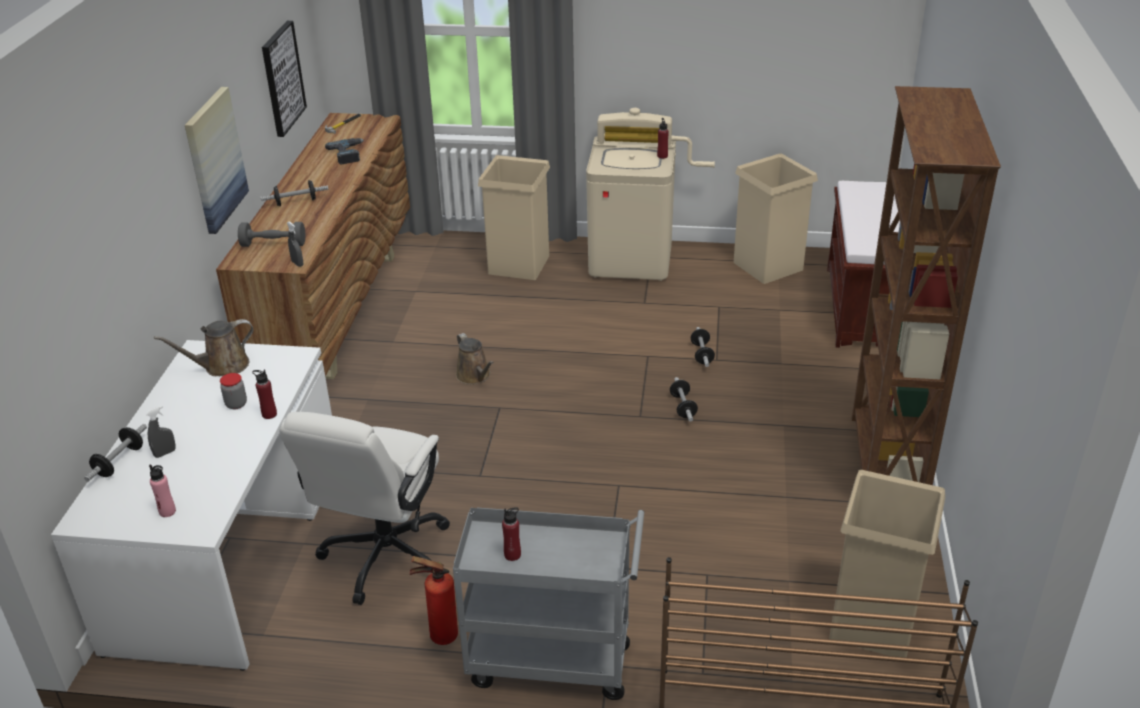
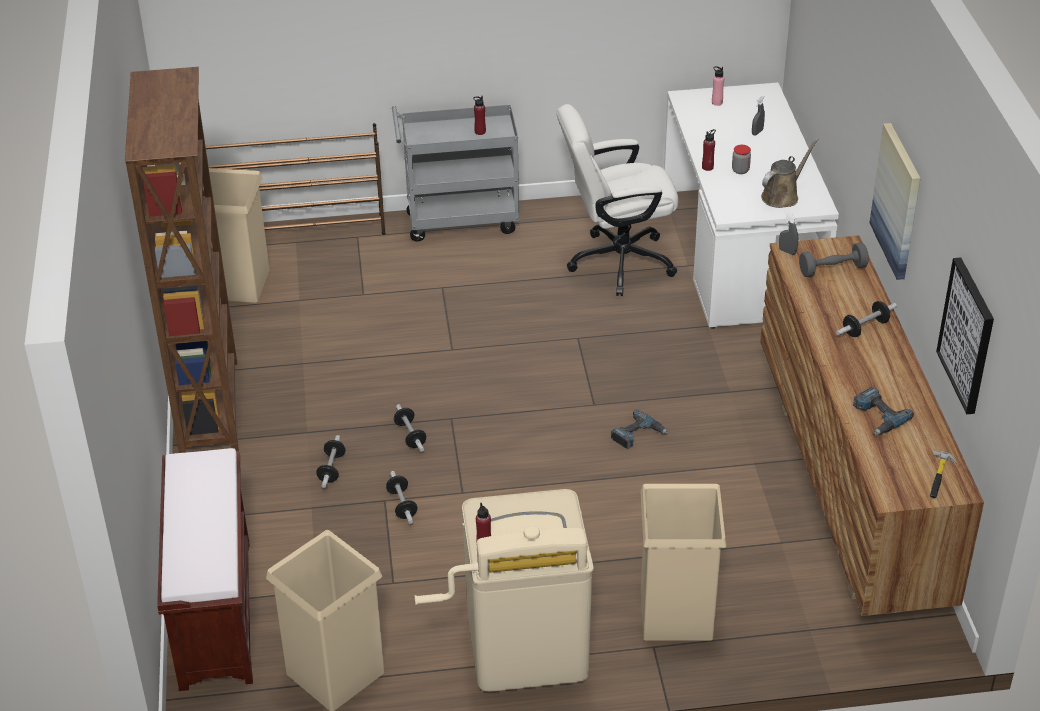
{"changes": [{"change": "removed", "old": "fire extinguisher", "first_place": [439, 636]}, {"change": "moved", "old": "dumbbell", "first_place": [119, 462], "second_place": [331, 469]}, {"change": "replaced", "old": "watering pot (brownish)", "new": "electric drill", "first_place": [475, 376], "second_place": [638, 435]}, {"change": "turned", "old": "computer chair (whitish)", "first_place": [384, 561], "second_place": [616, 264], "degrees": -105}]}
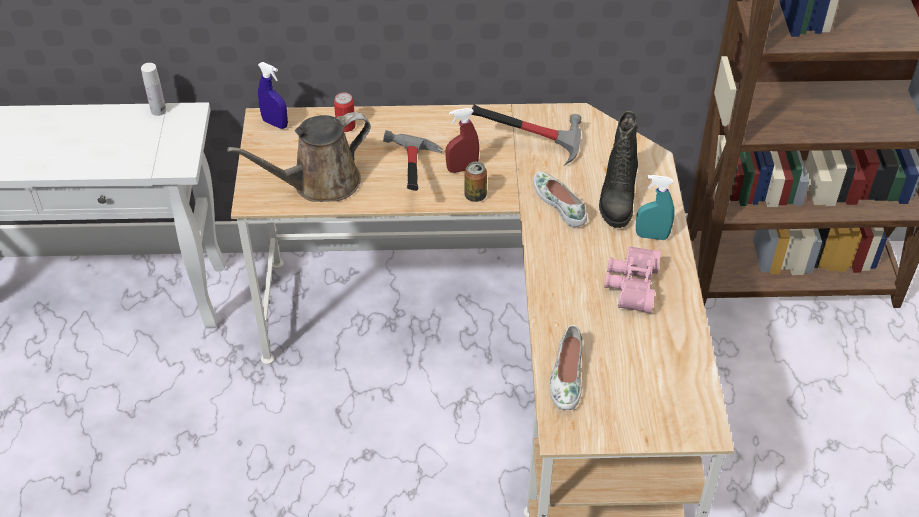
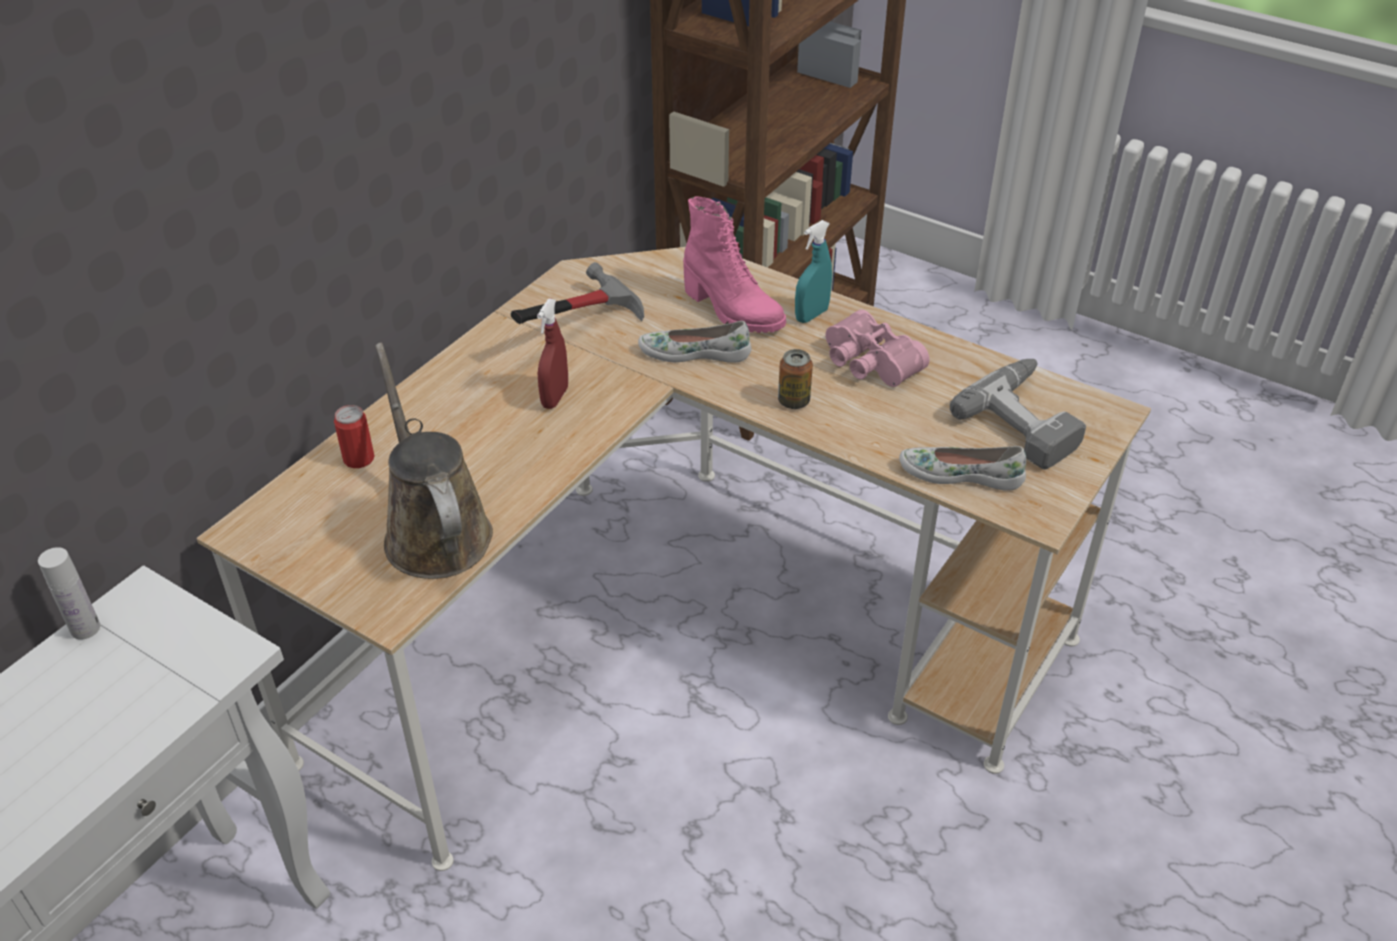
{"changes": [{"change": "removed", "old": "spray bottle (blue-coloured)", "first_place": [275, 123]}, {"change": "removed", "old": "tool hammer", "first_place": [409, 175]}, {"change": "added", "new": "electric drill", "second_place": [1029, 420]}, {"change": "moved", "old": "metal can", "first_place": [475, 195], "second_place": [793, 401]}, {"change": "recoloured", "old": "high-top boot (blackish)", "new": "high-top boot (pink)", "first_place": [616, 198], "second_place": [732, 311]}, {"change": "turned", "old": "watering pot (brownish)", "first_place": [320, 183], "second_place": [434, 531], "degrees": 150}, {"change": "turned", "old": "shoe (whitish)", "first_place": [566, 377], "second_place": [960, 474], "degrees": 150}]}
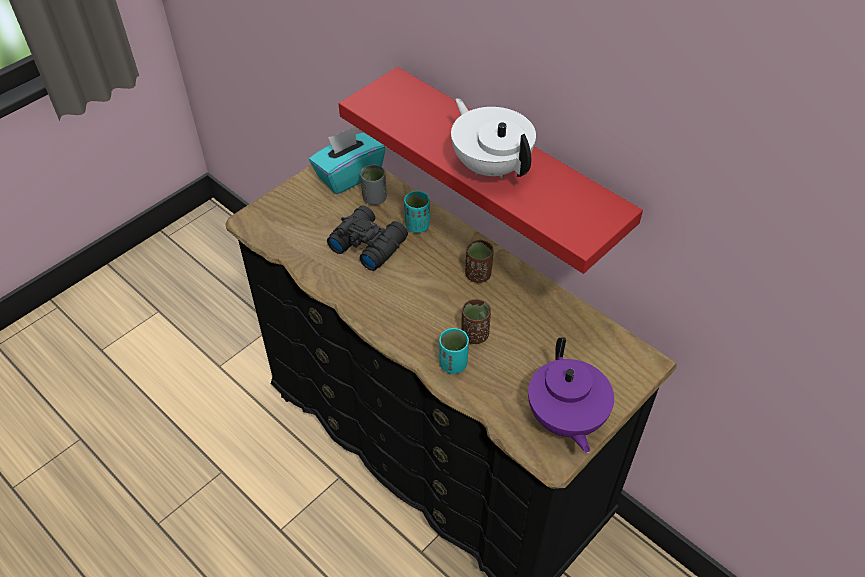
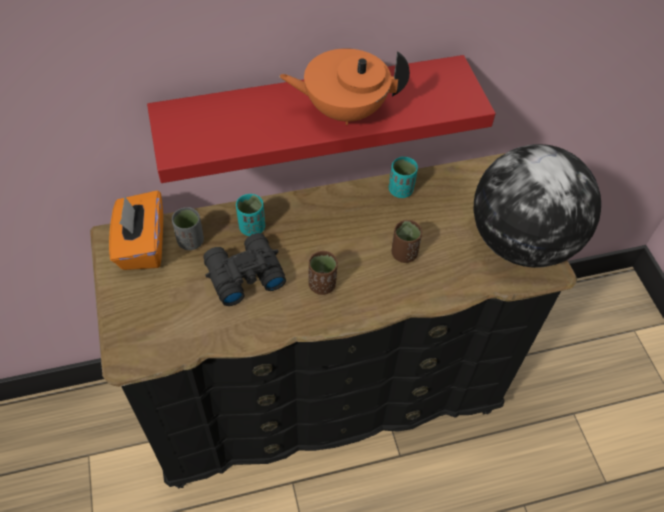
{"changes": [{"change": "moved", "old": "cup (blue-green)", "first_place": [453, 364], "second_place": [400, 190]}, {"change": "moved", "old": "cup (brownish)", "first_place": [478, 275], "second_place": [322, 285]}, {"change": "replaced", "old": "pot for tea (purple)", "new": "world globe", "first_place": [565, 419], "second_place": [521, 243]}, {"change": "recoloured", "old": "tissue holder (blue-green)", "new": "tissue holder (orange)", "first_place": [348, 175], "second_place": [142, 245]}, {"change": "recoloured", "old": "pot for tea (whitish)", "new": "pot for tea (orange)", "first_place": [491, 165], "second_place": [344, 110]}]}
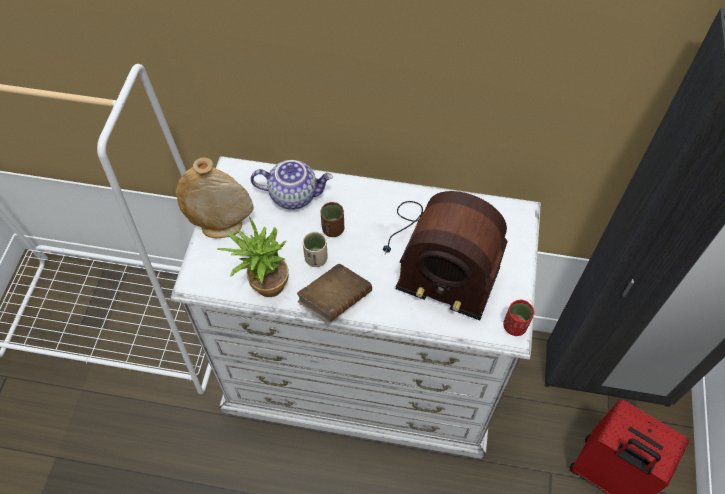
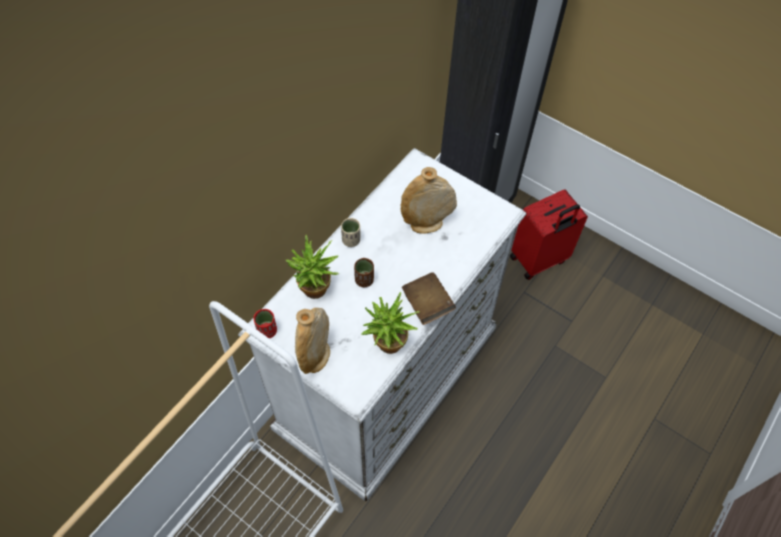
{"changes": [{"change": "moved", "old": "cup (beige-coloured)", "first_place": [316, 258], "second_place": [351, 240]}, {"change": "moved", "old": "cup (red)", "first_place": [515, 326], "second_place": [267, 331]}, {"change": "replaced", "old": "pot for tea", "new": "plant in a pot", "first_place": [294, 194], "second_place": [315, 293]}, {"change": "replaced", "old": "radio set", "new": "flower vase (beige-coloured)", "first_place": [440, 256], "second_place": [426, 224]}]}
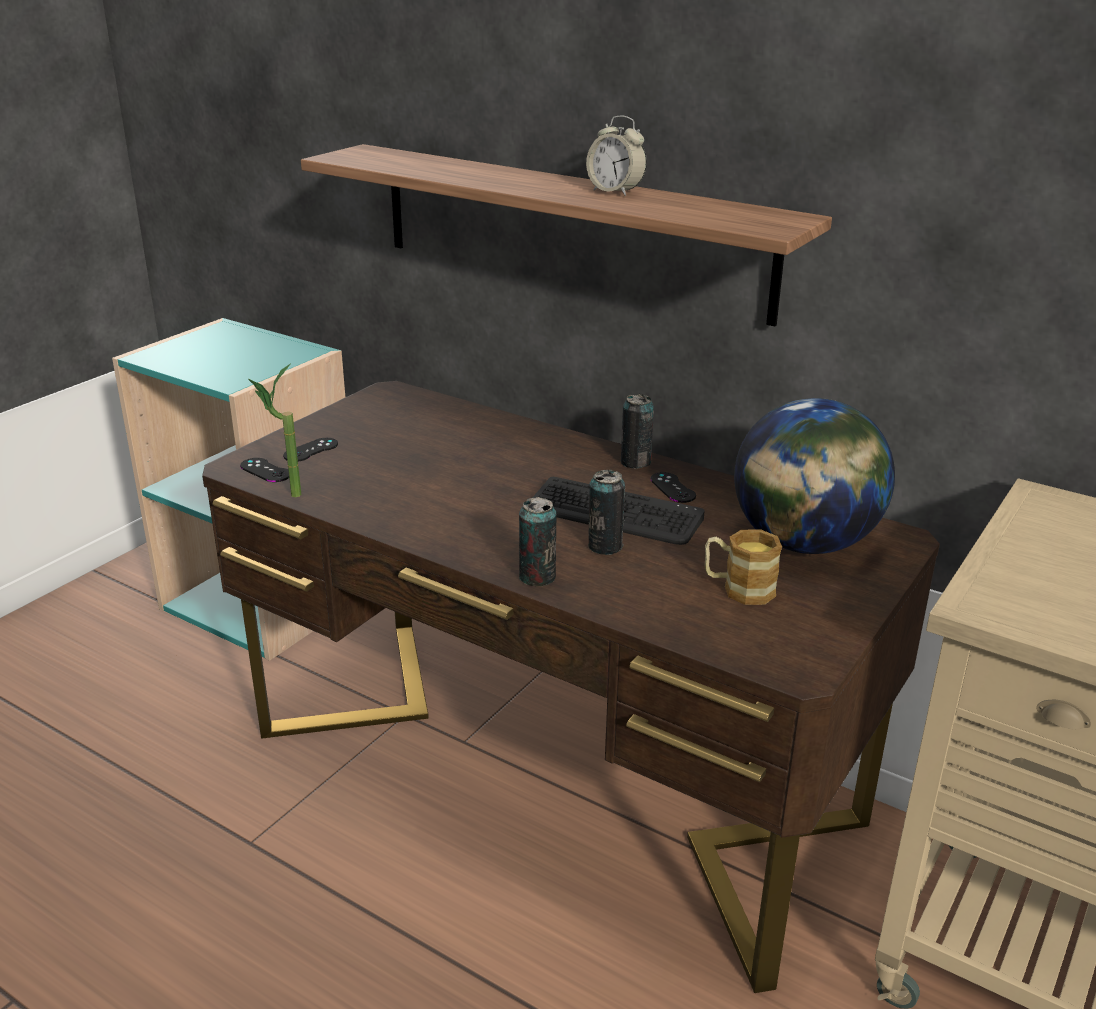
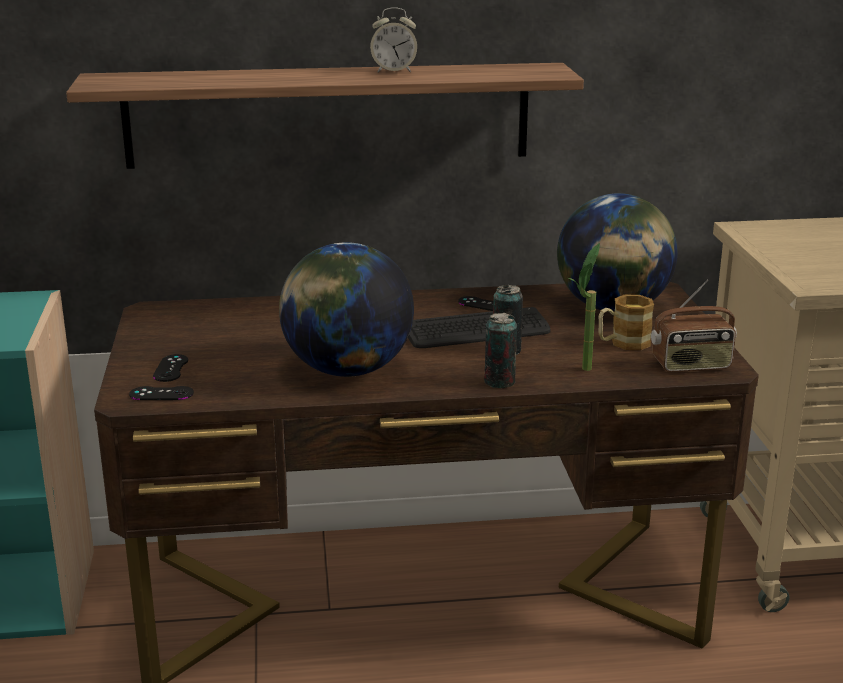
{"changes": [{"change": "removed", "old": "metal can", "first_place": [635, 462]}, {"change": "added", "new": "world globe", "second_place": [347, 370]}, {"change": "added", "new": "radio set", "second_place": [691, 366]}, {"change": "moved", "old": "plant in a pot", "first_place": [285, 497], "second_place": [583, 372]}]}
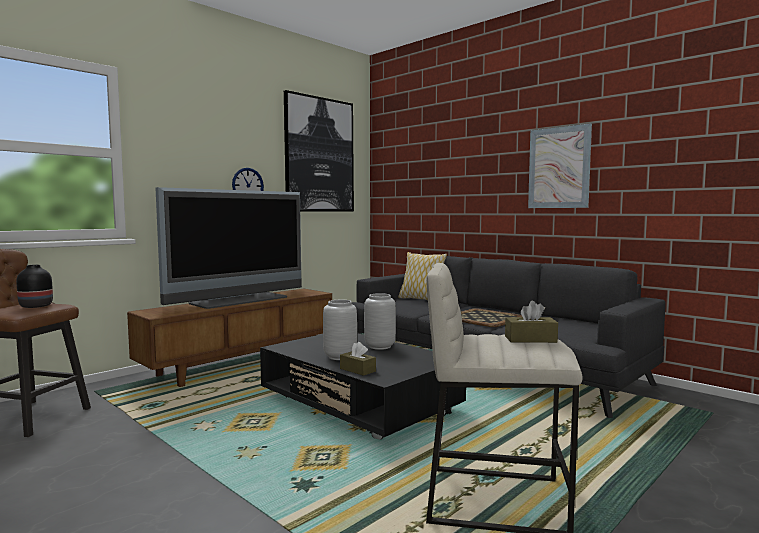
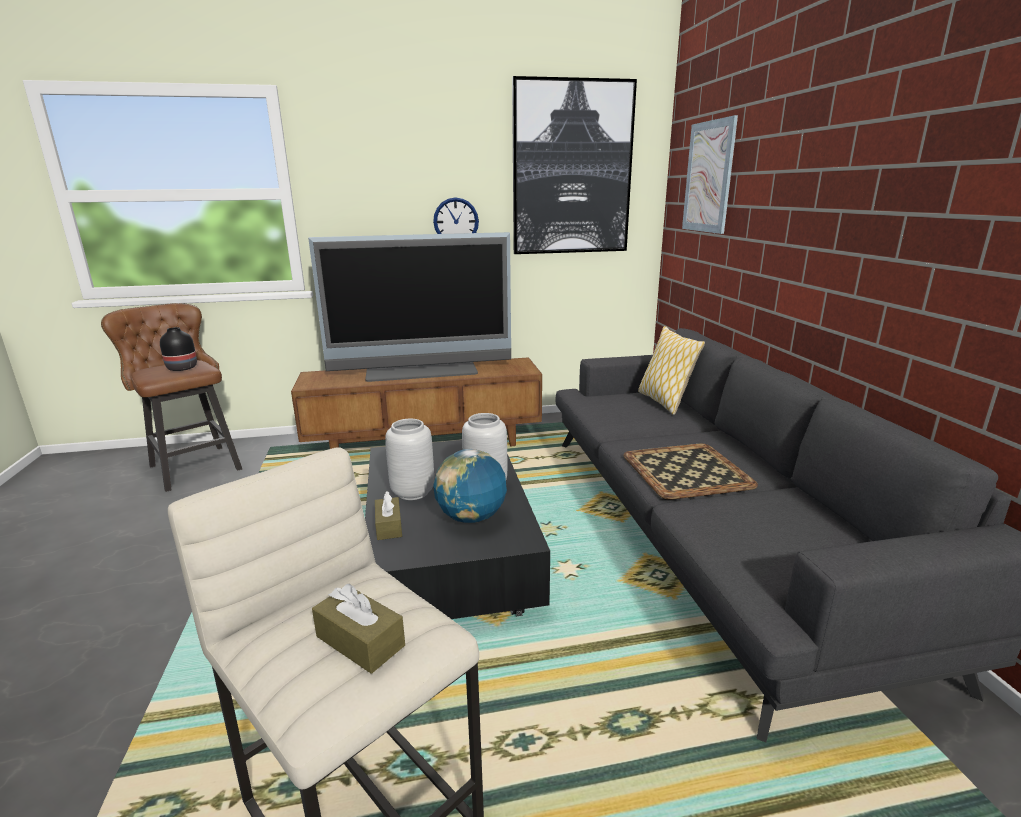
{"changes": [{"change": "added", "new": "world globe", "second_place": [471, 517]}, {"change": "moved", "old": "picture", "first_place": [559, 168], "second_place": [708, 177]}]}
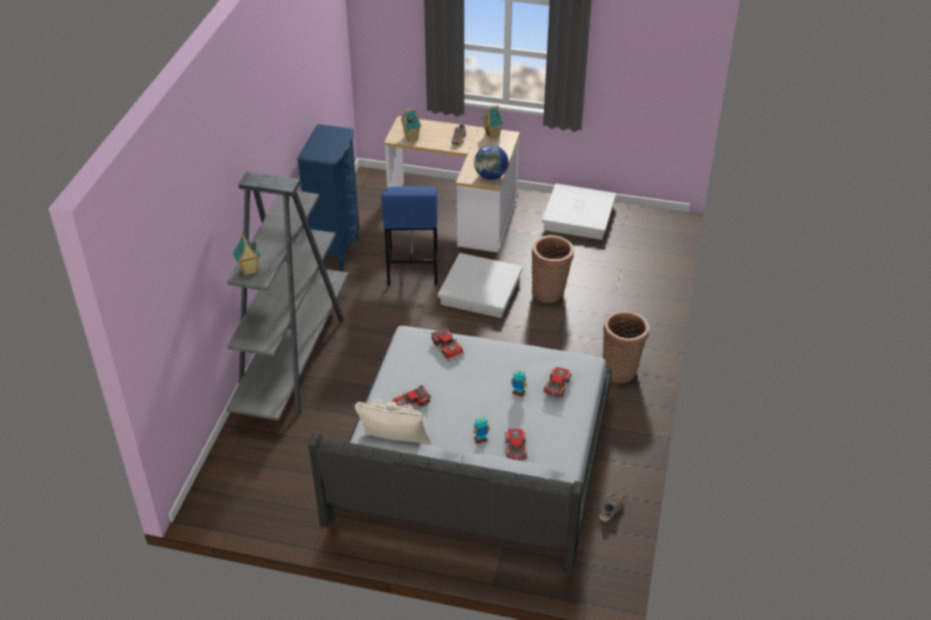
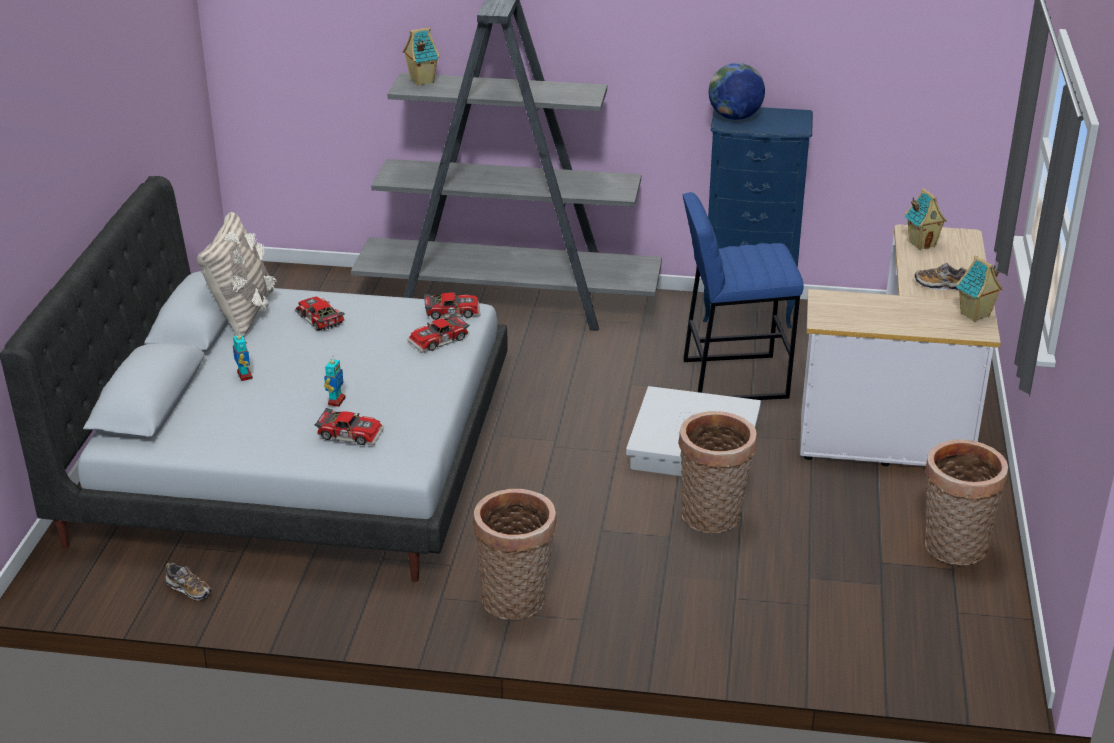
{"changes": [{"change": "moved", "old": "world globe", "first_place": [491, 176], "second_place": [735, 117]}, {"change": "moved", "old": "model car", "first_place": [514, 448], "second_place": [452, 311]}, {"change": "replaced", "old": "storage bin (whitish)", "new": "basket", "first_place": [579, 217], "second_place": [953, 549]}]}
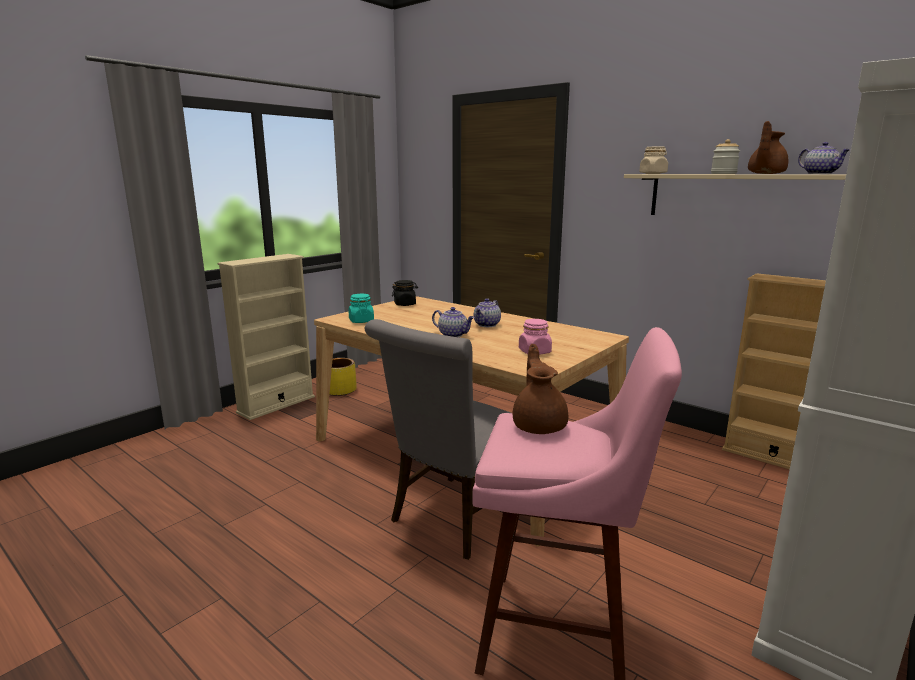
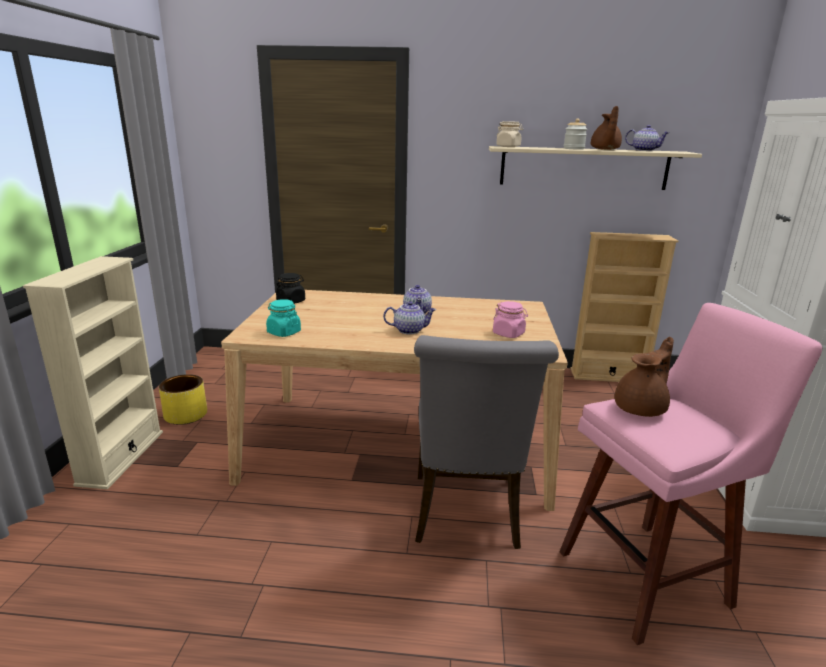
{"changes": [{"change": "turned", "old": "pot for tea (brownish)", "first_place": [539, 425], "second_place": [641, 408], "degrees": 90}]}
